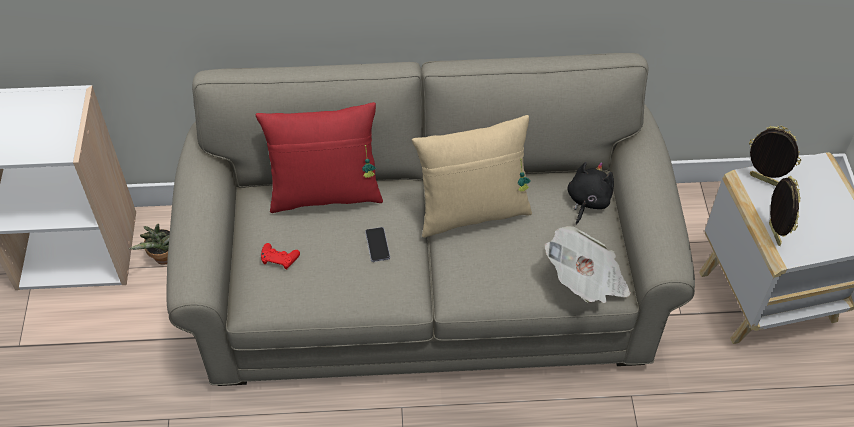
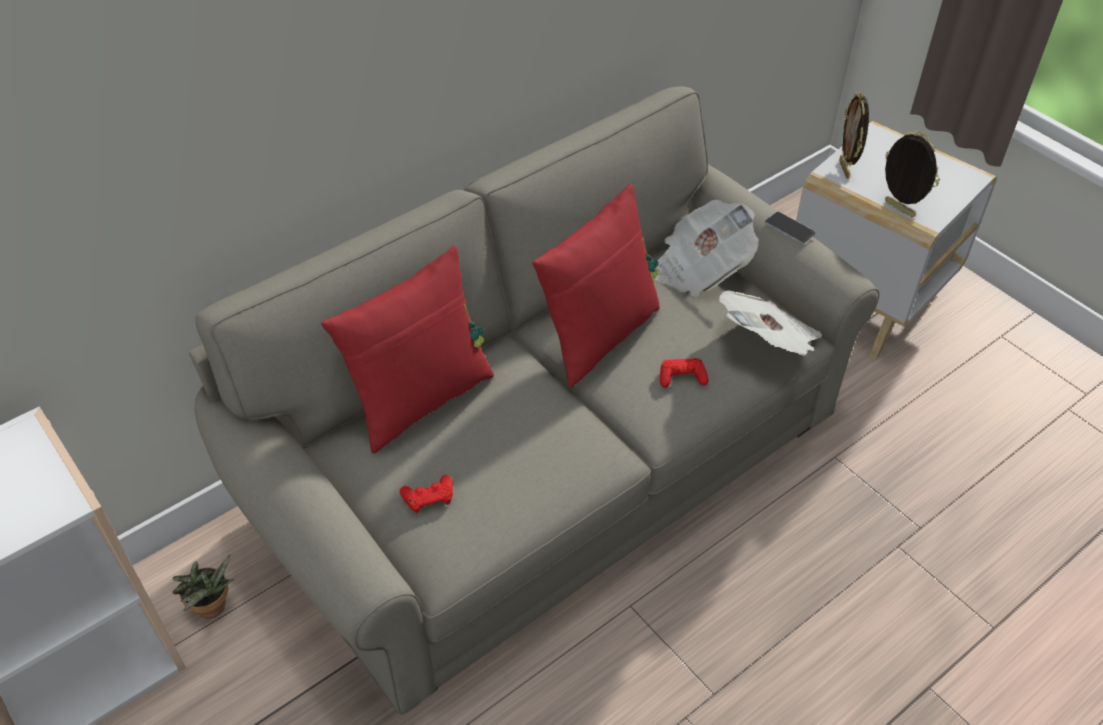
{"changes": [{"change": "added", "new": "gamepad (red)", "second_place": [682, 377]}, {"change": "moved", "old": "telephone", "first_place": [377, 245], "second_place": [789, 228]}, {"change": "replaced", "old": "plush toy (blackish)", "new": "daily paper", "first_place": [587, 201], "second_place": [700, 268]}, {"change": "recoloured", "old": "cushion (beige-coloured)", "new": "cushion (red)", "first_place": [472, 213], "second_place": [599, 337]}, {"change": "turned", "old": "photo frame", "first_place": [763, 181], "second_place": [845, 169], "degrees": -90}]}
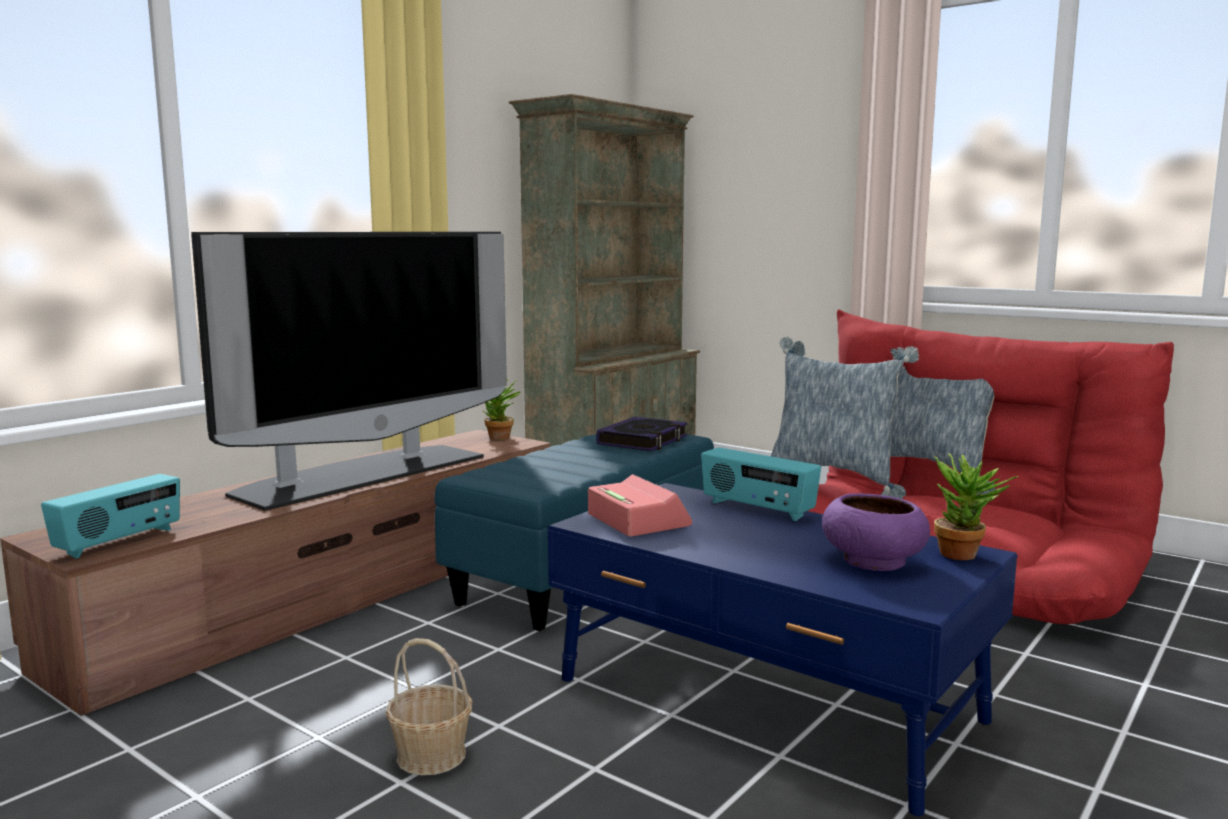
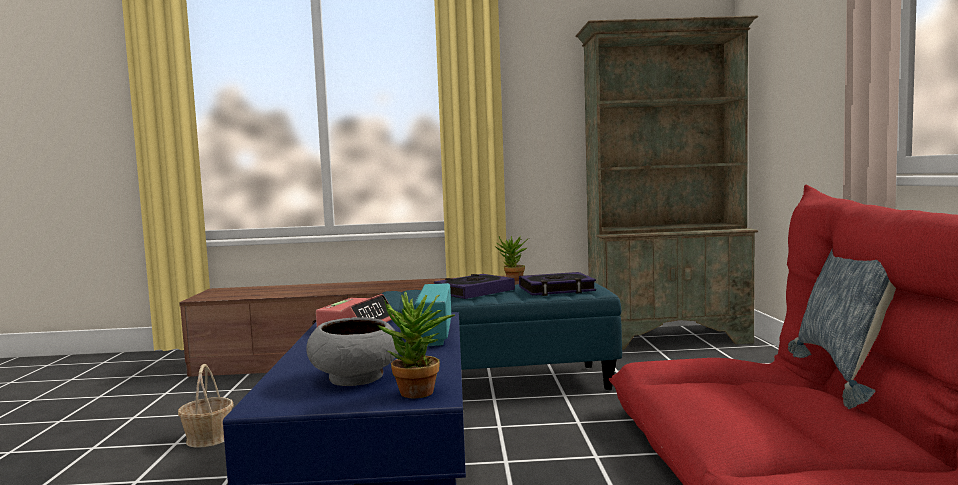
{"changes": [{"change": "removed", "old": "radio set", "first_place": [119, 542]}, {"change": "removed", "old": "TV set", "first_place": [361, 474]}, {"change": "removed", "old": "cushion", "first_place": [832, 491]}, {"change": "added", "new": "book", "second_place": [474, 292]}, {"change": "recoloured", "old": "serving bowl (purple)", "new": "serving bowl (gray)", "first_place": [873, 561], "second_place": [356, 378]}]}
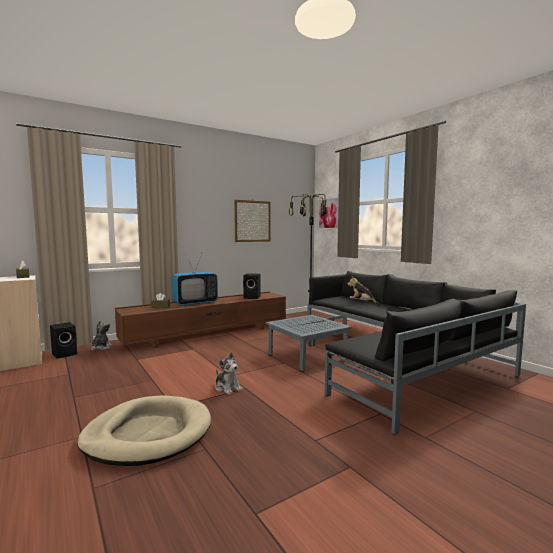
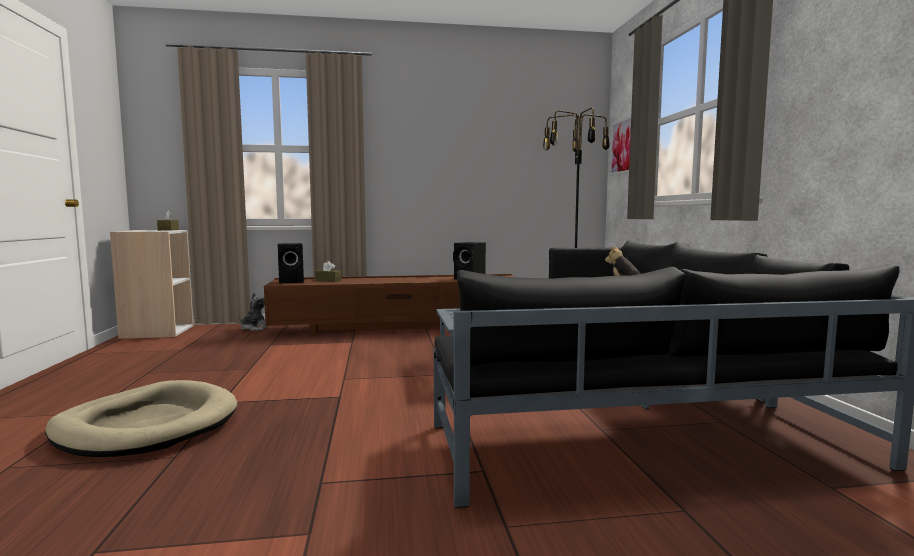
{"changes": [{"change": "removed", "old": "TV set", "first_place": [195, 303]}, {"change": "removed", "old": "plush toy", "first_place": [227, 388]}, {"change": "removed", "old": "picture", "first_place": [252, 220]}, {"change": "moved", "old": "loudspeaker (blackish)", "first_place": [65, 354], "second_place": [292, 281]}]}
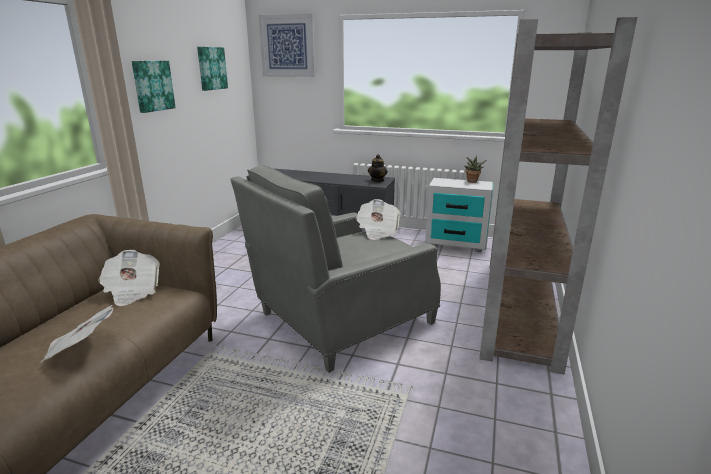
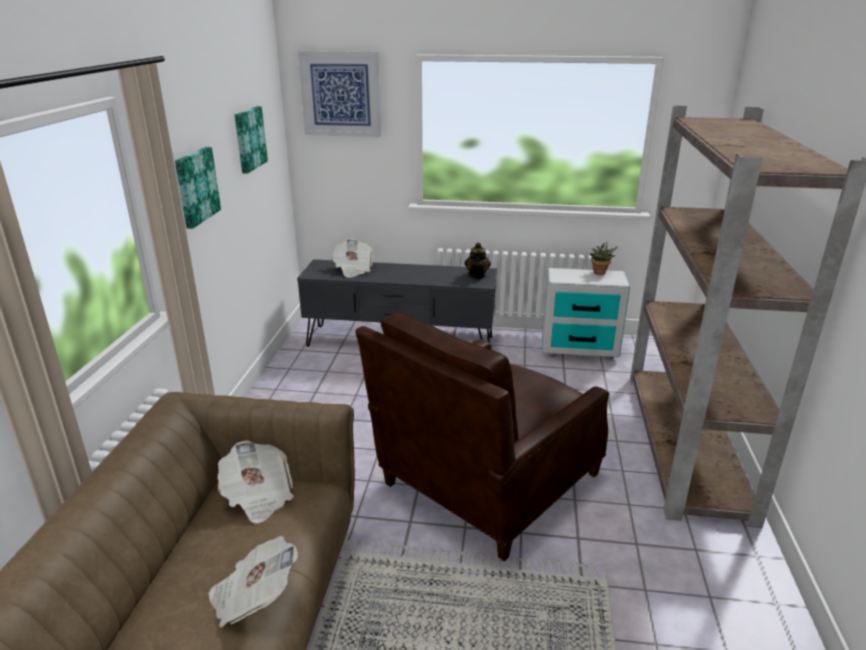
{"changes": [{"change": "moved", "old": "daily paper", "first_place": [377, 231], "second_place": [353, 269]}, {"change": "recoloured", "old": "lounge chair (gray)", "new": "lounge chair (brownish)", "first_place": [341, 320], "second_place": [486, 483]}]}
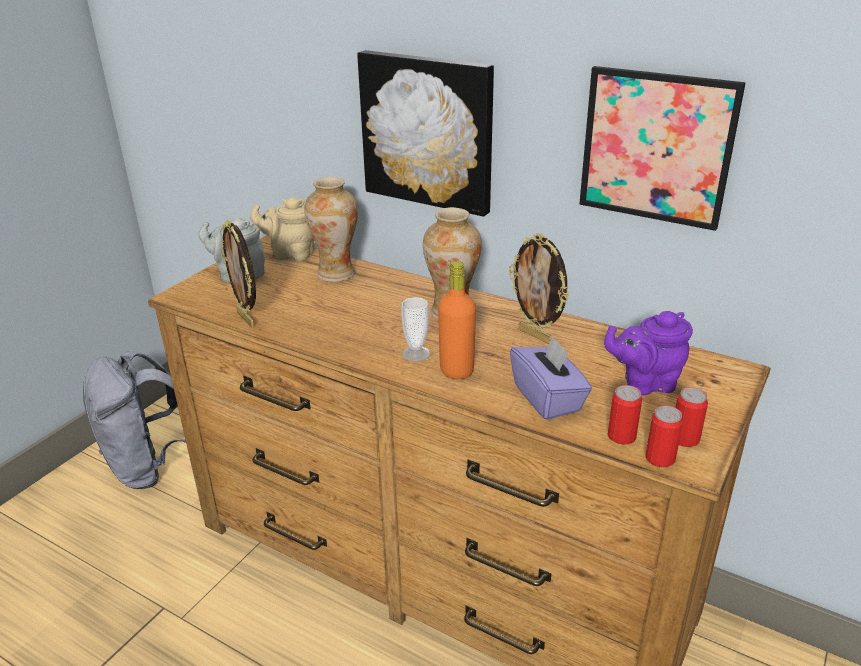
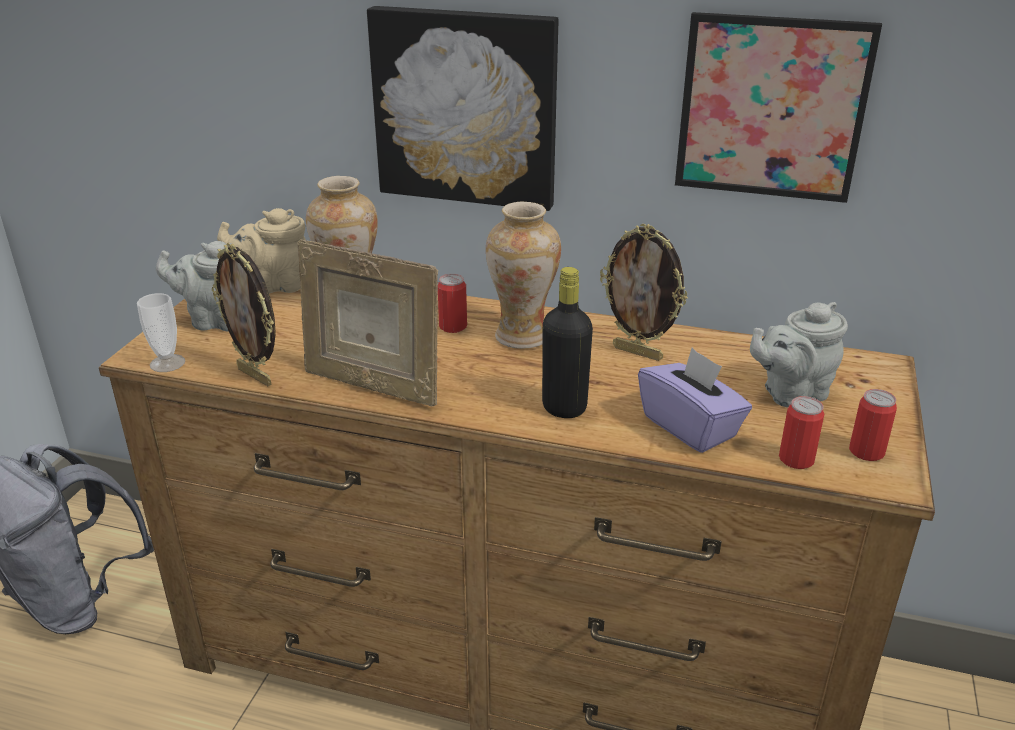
{"changes": [{"change": "added", "new": "photo frame", "second_place": [372, 385]}, {"change": "moved", "old": "cup", "first_place": [416, 353], "second_place": [167, 363]}, {"change": "moved", "old": "metal can", "first_place": [660, 458], "second_place": [453, 326]}, {"change": "recoloured", "old": "bottle (orange)", "new": "bottle (blackish)", "first_place": [456, 371], "second_place": [564, 408]}, {"change": "recoloured", "old": "pot for tea (purple)", "new": "pot for tea (gray)", "first_place": [645, 383], "second_place": [790, 393]}]}
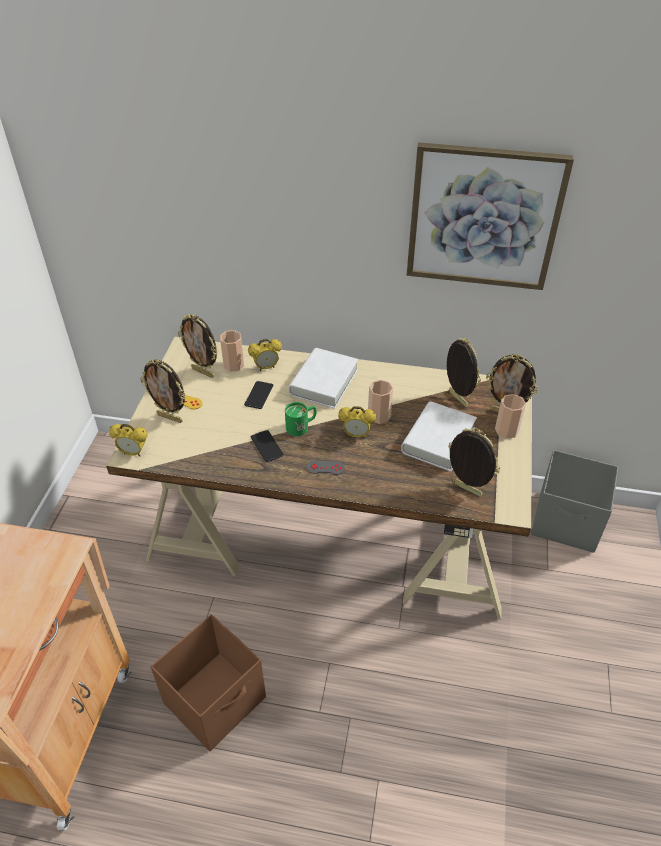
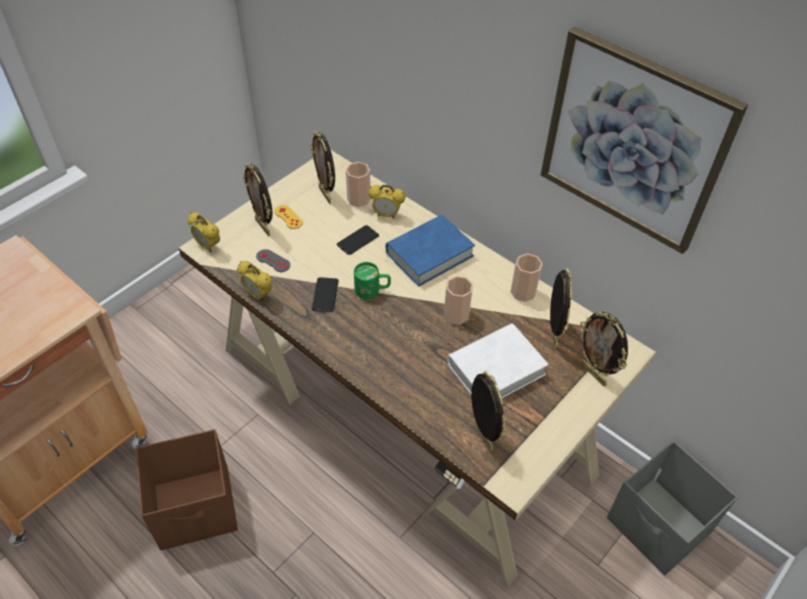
{"changes": [{"change": "moved", "old": "gamepad (gray)", "first_place": [325, 468], "second_place": [273, 261]}, {"change": "moved", "old": "alarm clock", "first_place": [356, 435], "second_place": [258, 295]}, {"change": "moved", "old": "cup", "first_place": [506, 430], "second_place": [523, 292]}, {"change": "recoloured", "old": "book (whitish)", "new": "book (blue-coloured)", "first_place": [323, 382], "second_place": [429, 254]}]}
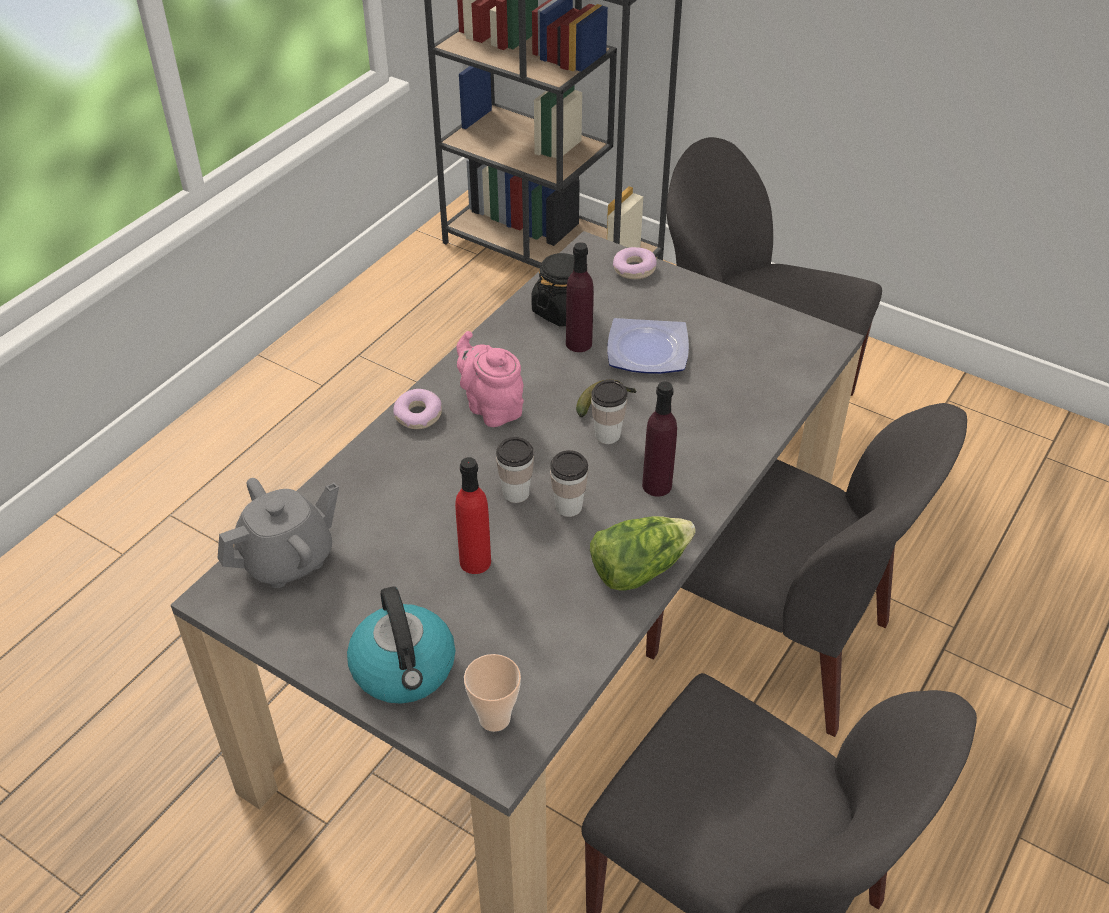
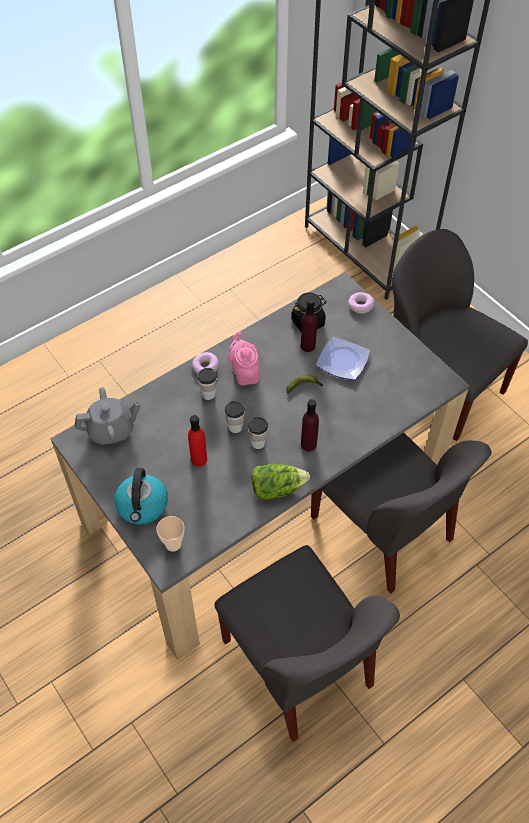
{"changes": [{"change": "moved", "old": "cup", "first_place": [607, 435], "second_place": [208, 394]}]}
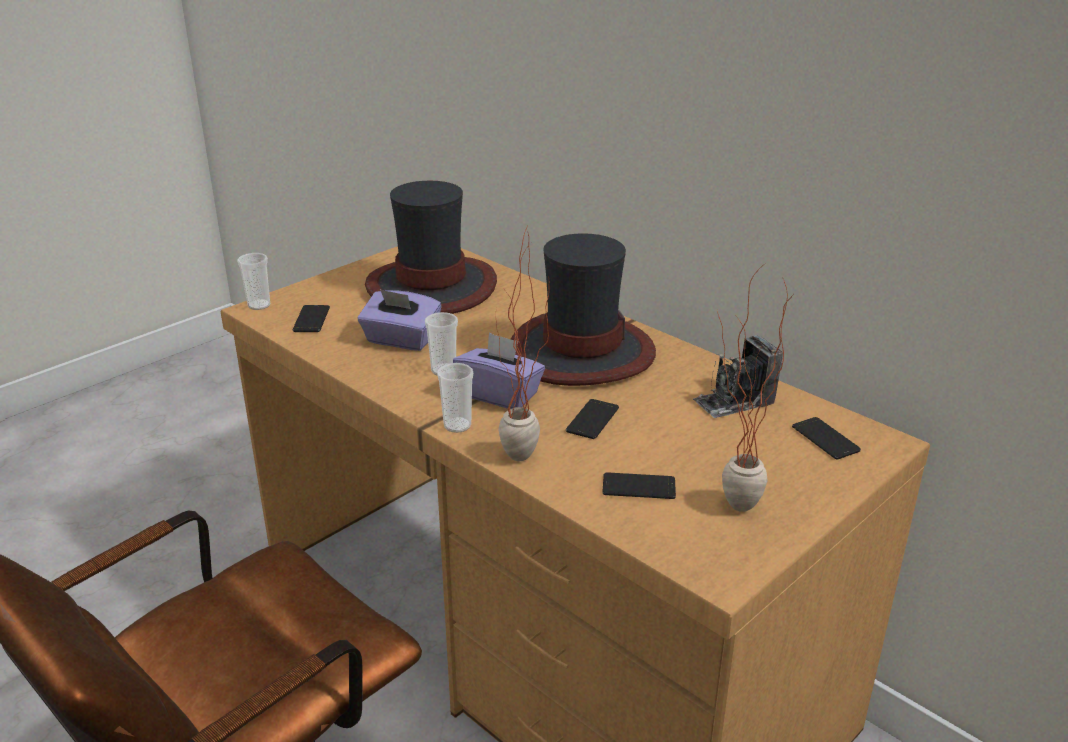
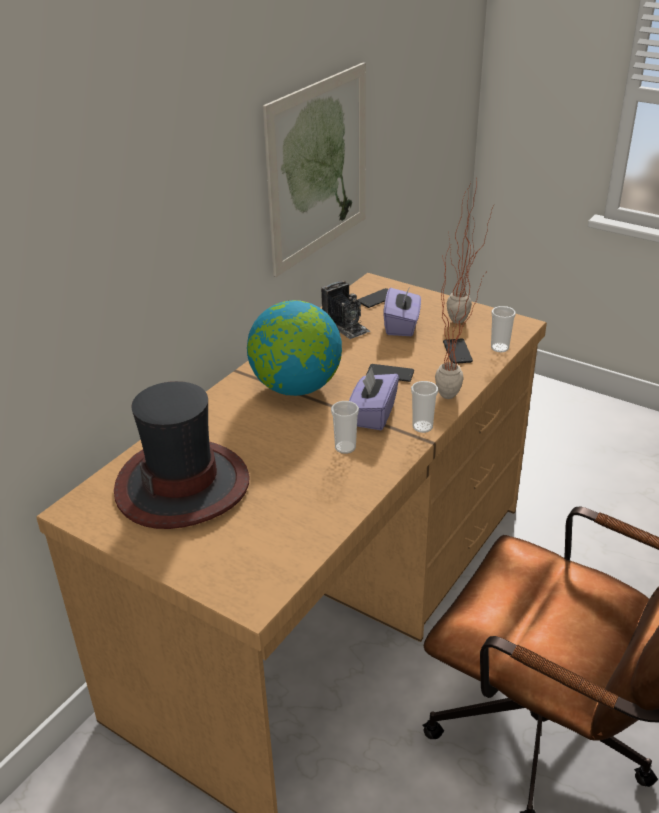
{"changes": [{"change": "removed", "old": "telephone", "first_place": [311, 319]}, {"change": "added", "new": "picture", "second_place": [318, 168]}, {"change": "moved", "old": "cup", "first_place": [259, 305], "second_place": [499, 348]}, {"change": "moved", "old": "tissue holder (purple)", "first_place": [401, 340], "second_place": [402, 325]}, {"change": "replaced", "old": "hat", "new": "world globe", "first_place": [581, 352], "second_place": [296, 387]}]}
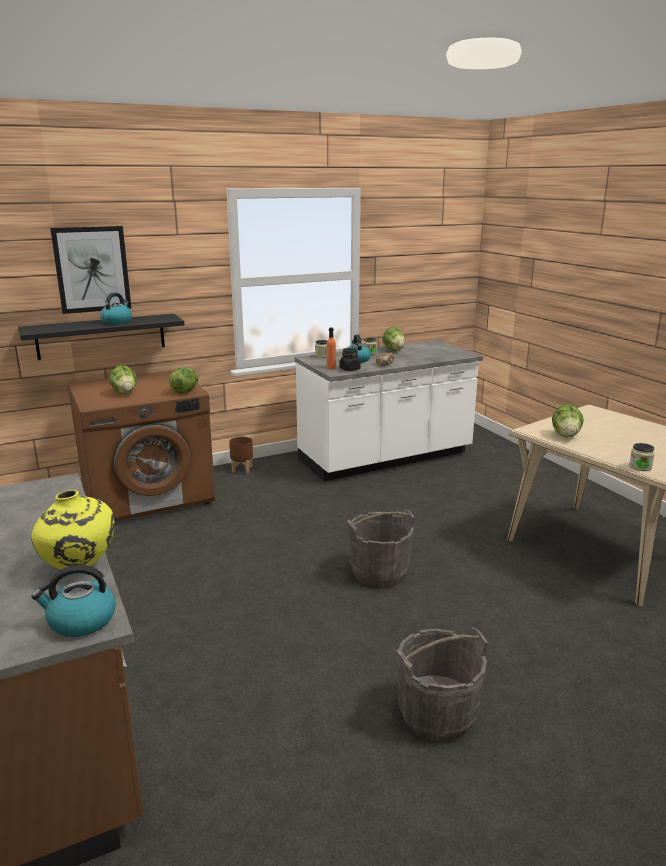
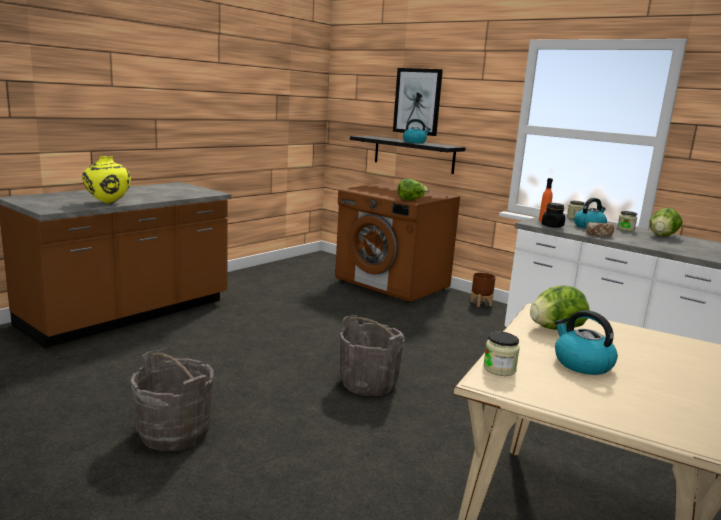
{"changes": [{"change": "removed", "old": "lettuce head", "first_place": [125, 393]}, {"change": "moved", "old": "water kettle", "first_place": [81, 621], "second_place": [581, 364]}]}
